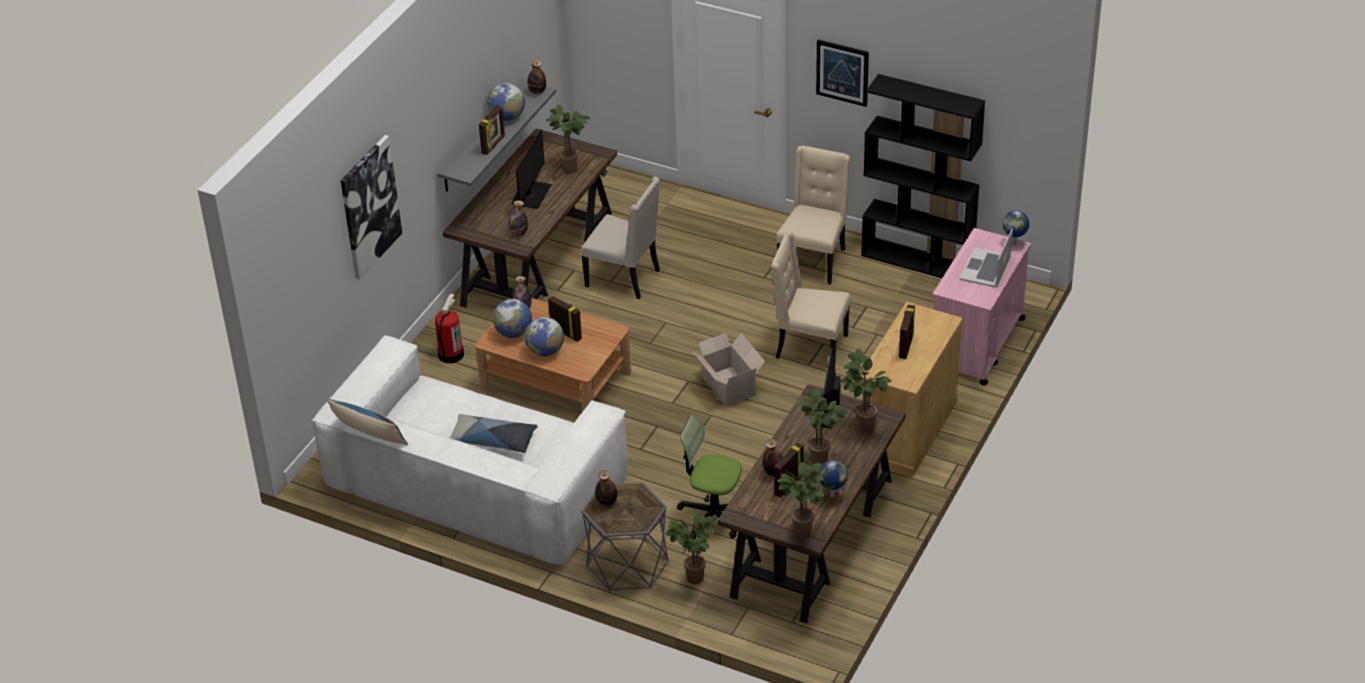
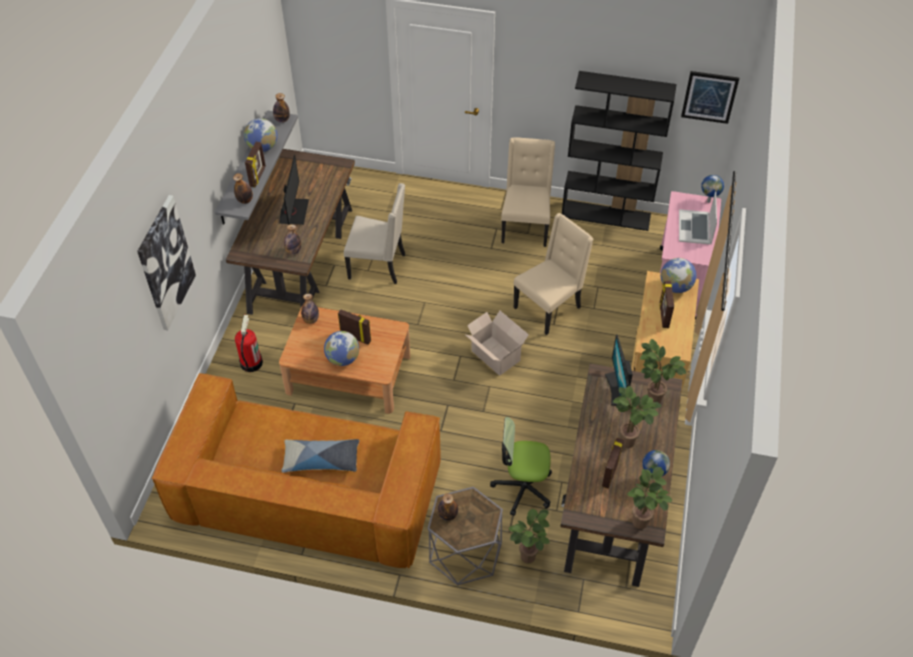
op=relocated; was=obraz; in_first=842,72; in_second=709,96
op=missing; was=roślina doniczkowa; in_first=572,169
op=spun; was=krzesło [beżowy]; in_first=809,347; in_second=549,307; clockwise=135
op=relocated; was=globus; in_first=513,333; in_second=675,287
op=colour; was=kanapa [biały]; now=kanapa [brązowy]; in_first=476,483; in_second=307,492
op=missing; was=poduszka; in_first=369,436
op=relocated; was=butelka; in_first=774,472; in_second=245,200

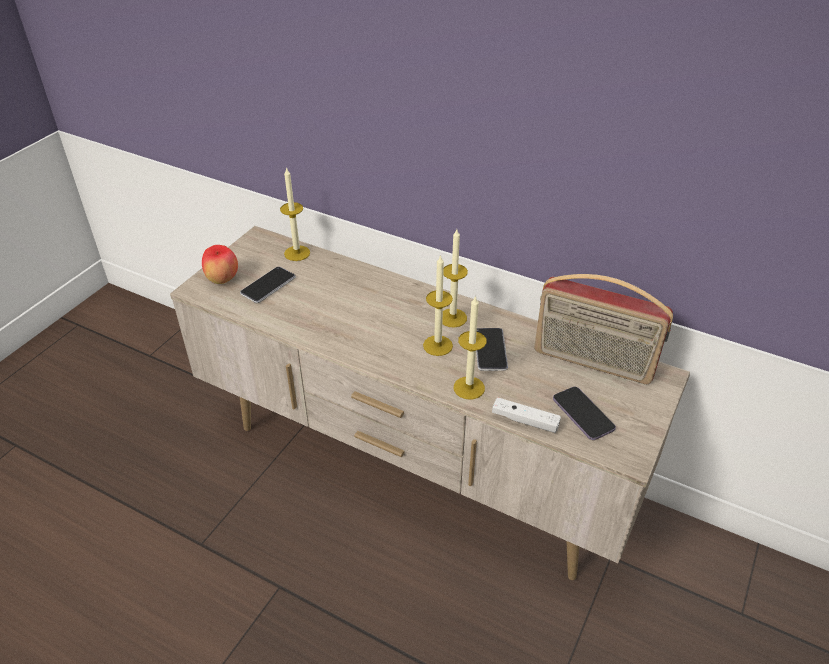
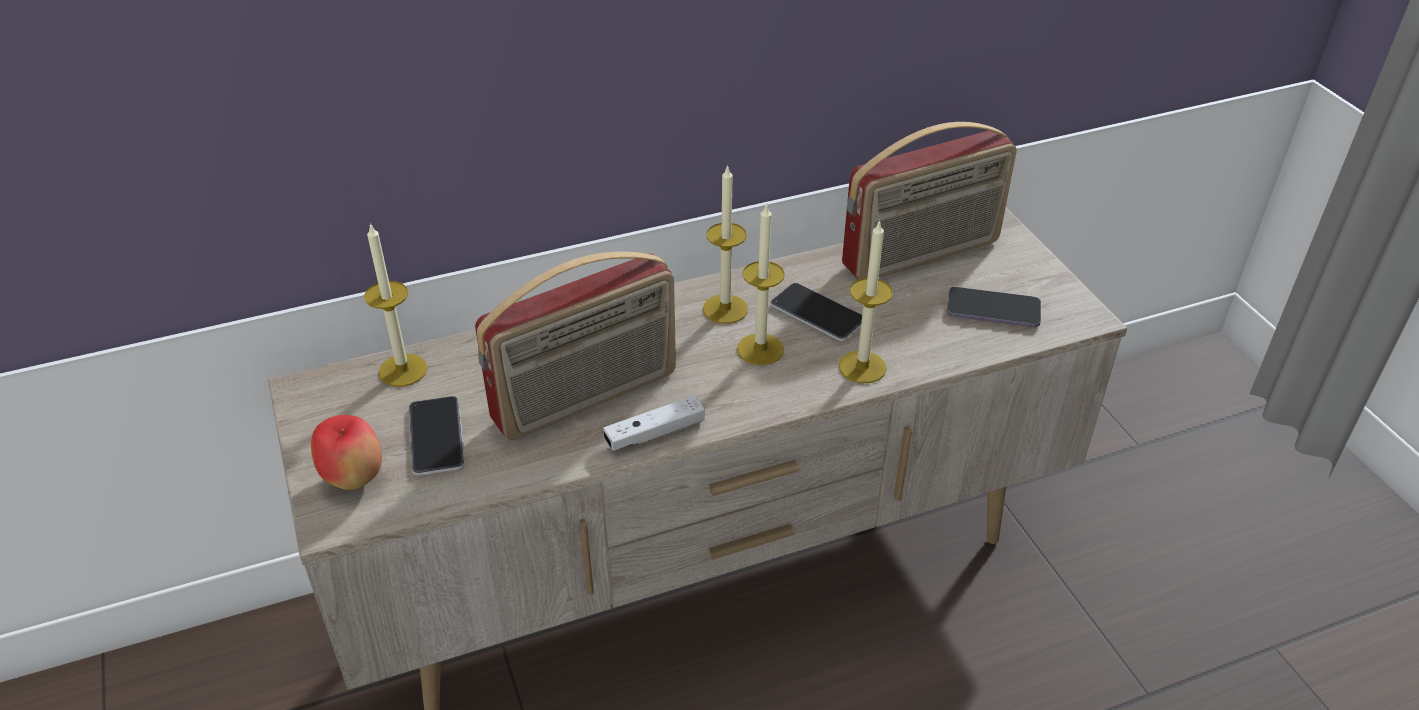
op=relocated; was=pad do gier [biały]; in_first=525,420; in_second=655,433
op=appeared; now=radio; in_second=587,398

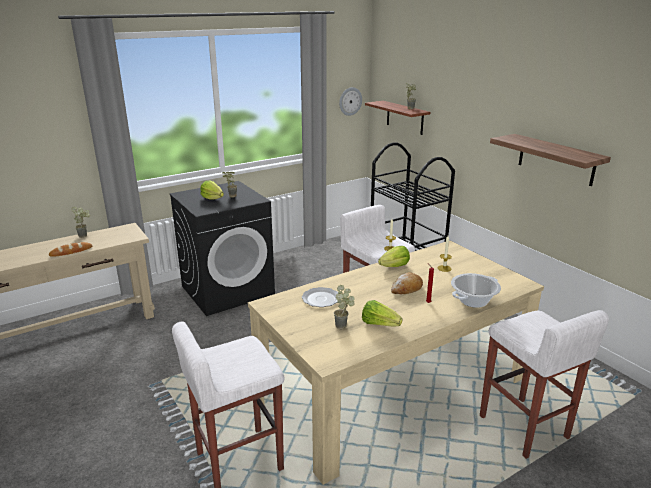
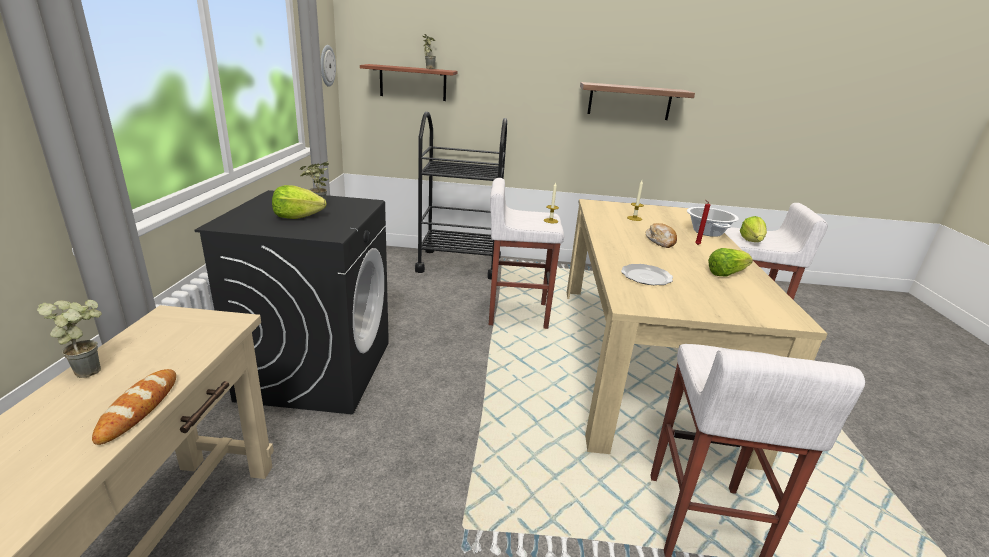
op=relocated; was=sałata; in_first=394,266; in_second=751,241
op=missing; was=roślina doniczkowa; in_first=344,326

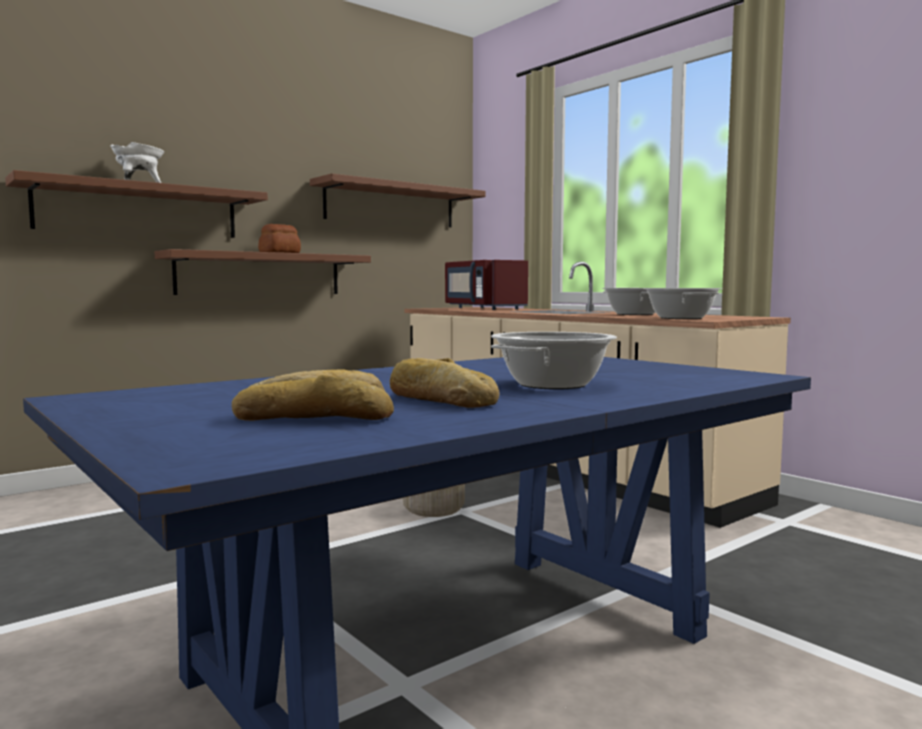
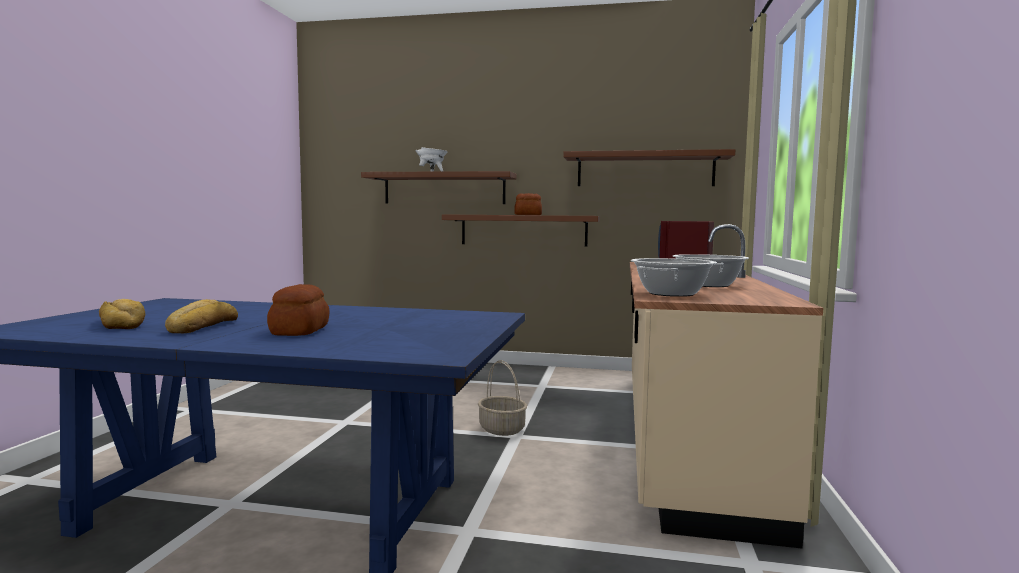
op=exchanged; was=garnek; now=chleb; in_first=552,385; in_second=298,331

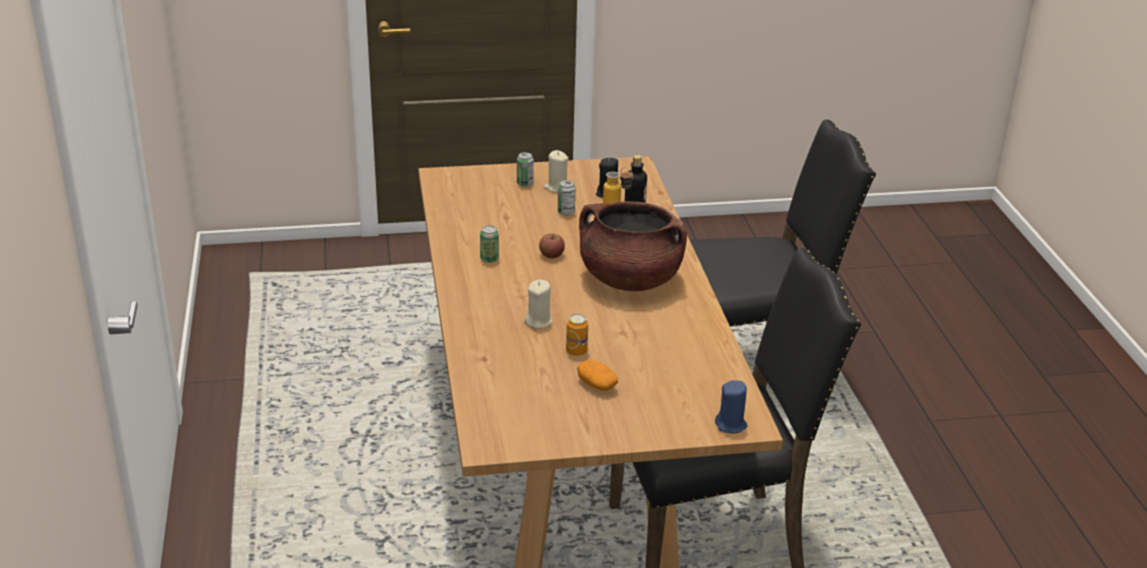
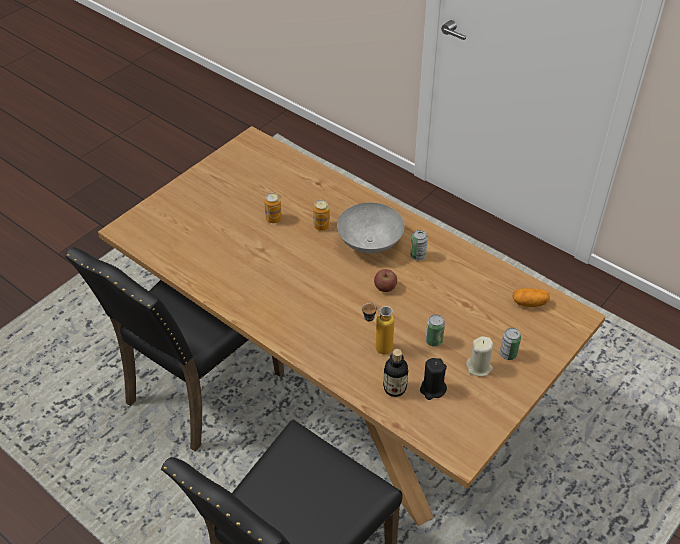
op=missing; was=garnek [brązowy]; in_first=629,280
op=exchanged; was=świeca [beżowy]; now=puszka; in_first=538,321; in_second=321,226
op=relocated; was=ziemniak; in_first=596,385; in_second=529,303
op=missing; was=świeca [niebieski]; in_first=731,425
op=appeared; now=miska [szary]; in_second=371,243

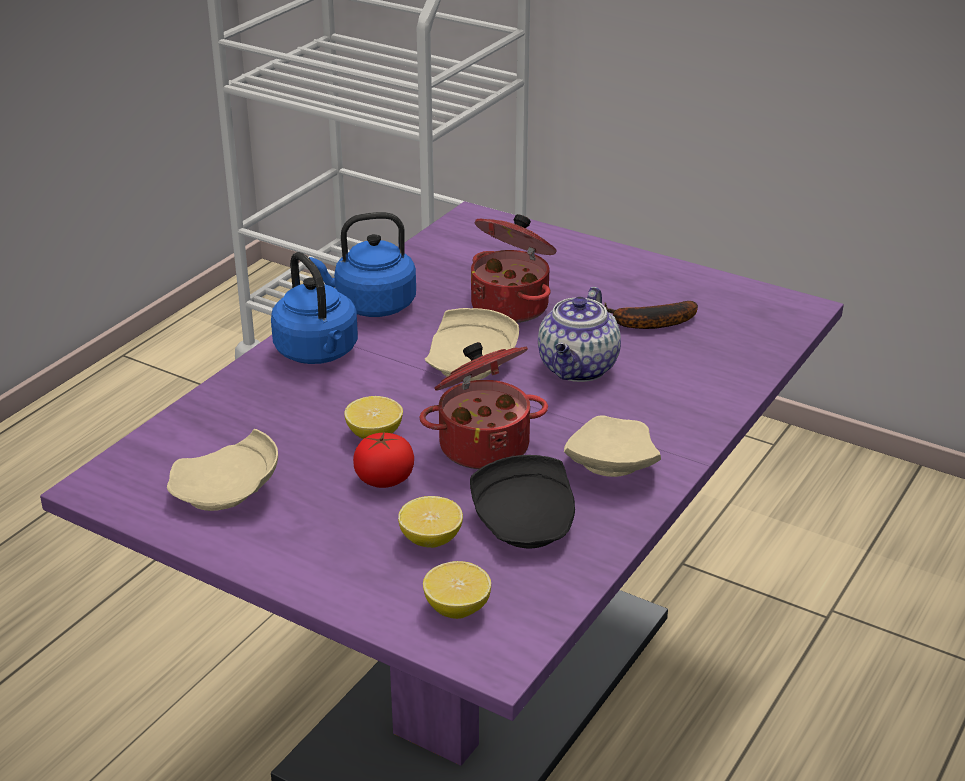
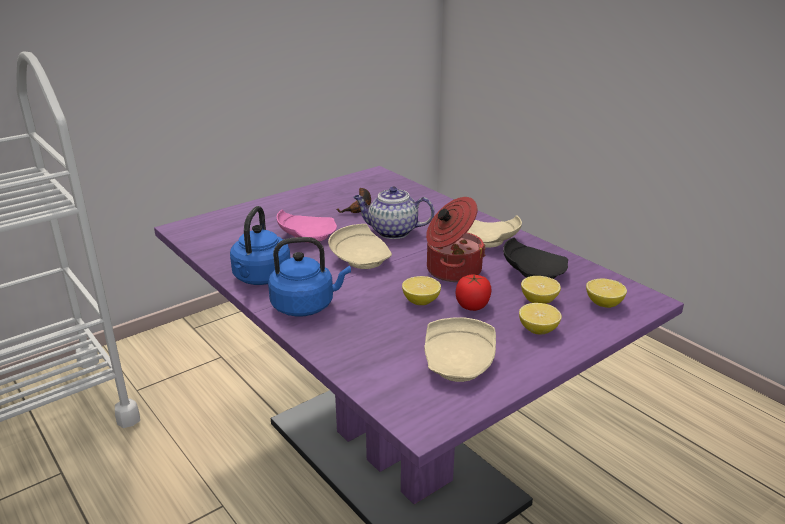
op=exchanged; was=garnek; now=talerz [różowy]; in_first=512,306; in_second=306,236
op=spun; was=imbryk; in_first=578,369; in_second=392,232; clockwise=150
op=appeared; now=cytryna; in_second=538,330

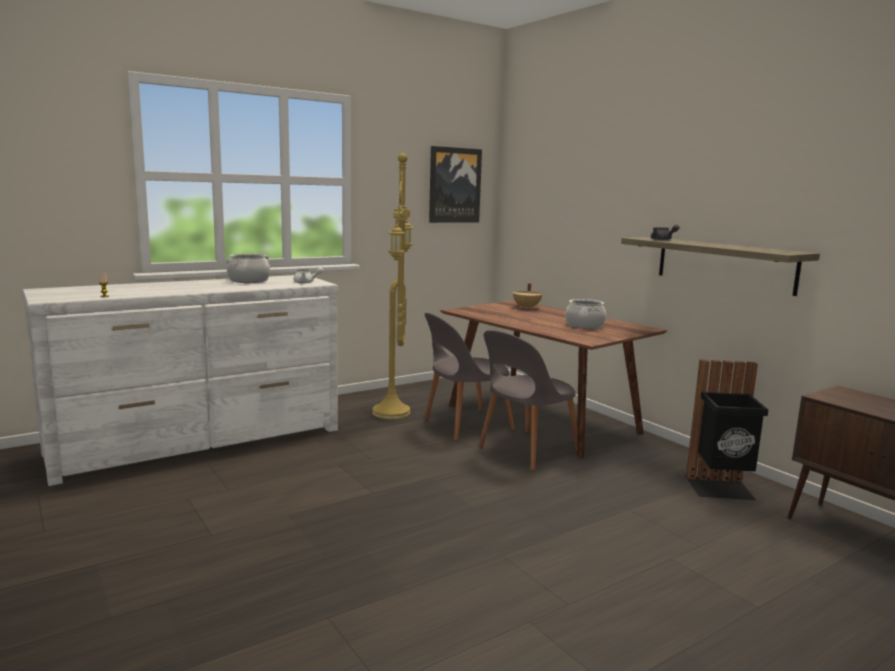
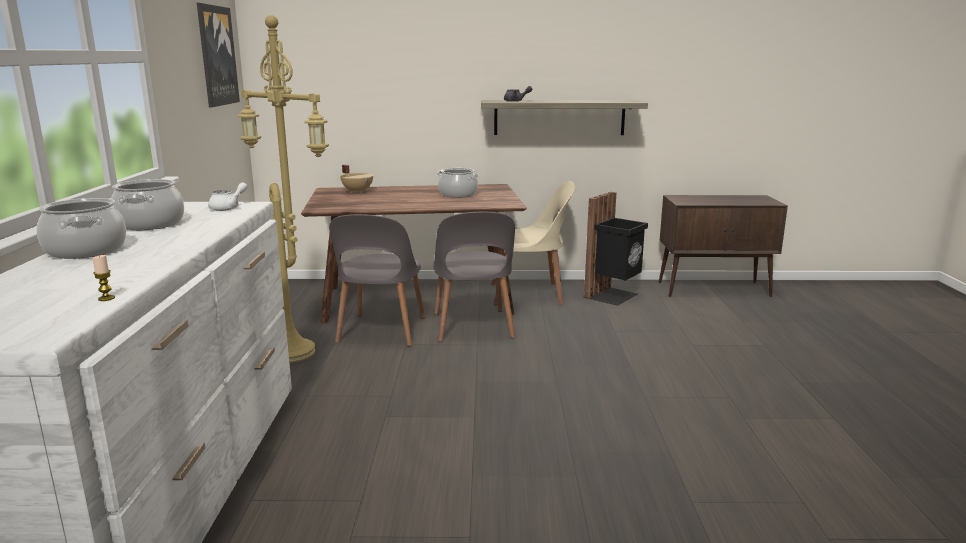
op=appeared; now=krzesło [beżowy]; in_second=530,294
op=appeared; now=garnek; in_second=86,250

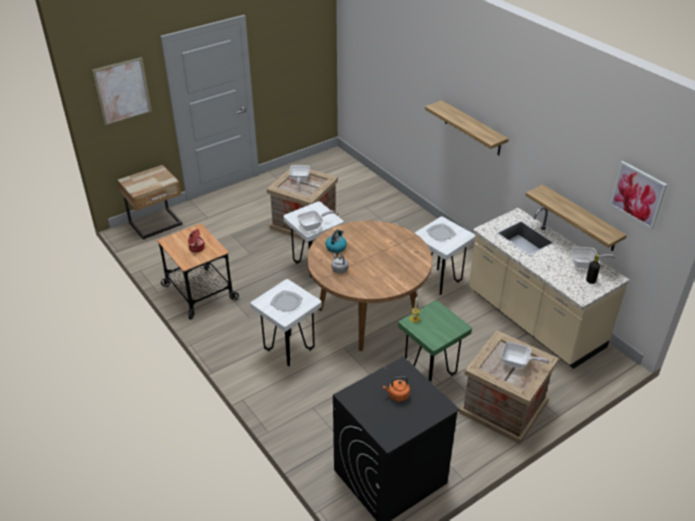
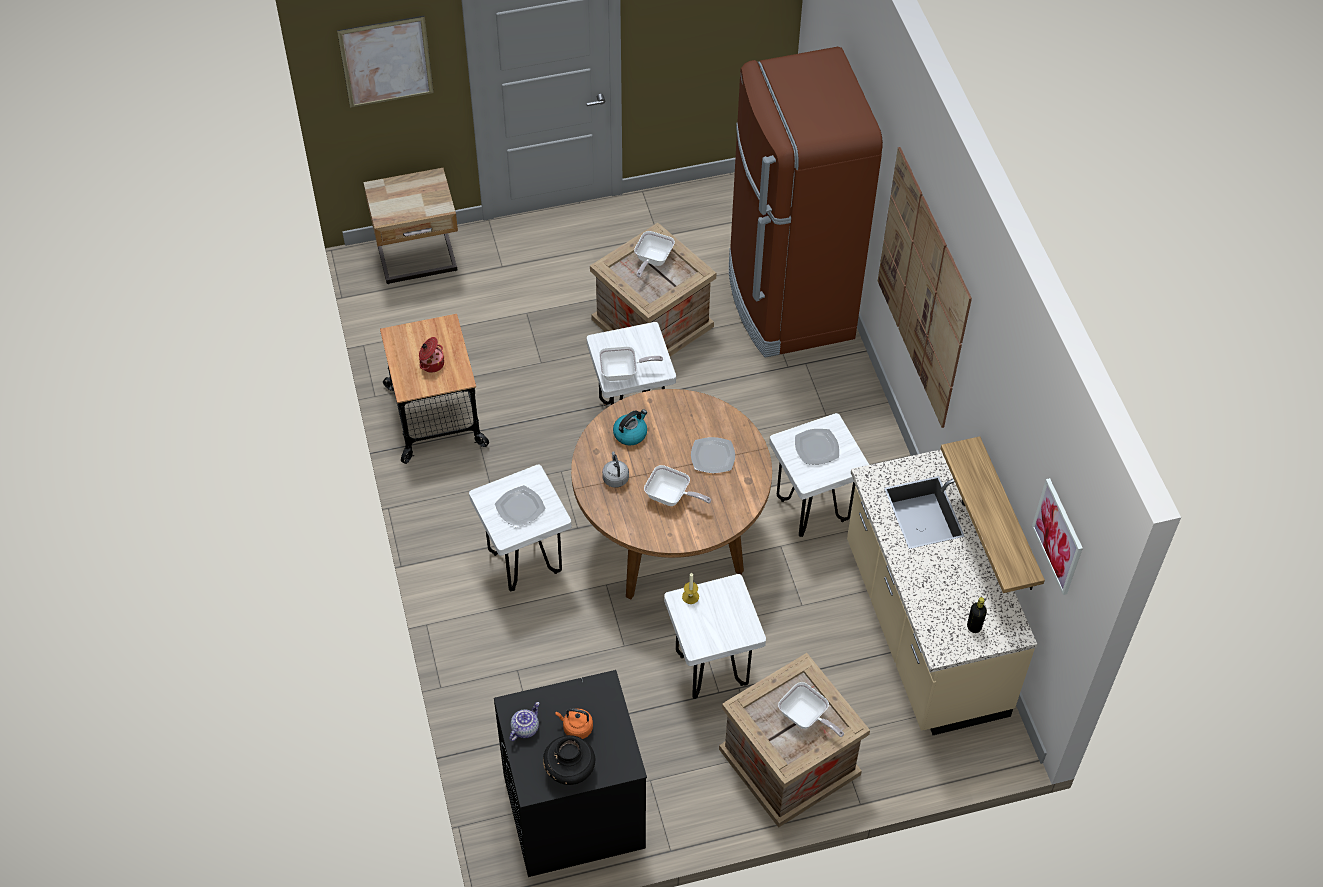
op=exchanged; was=półka; now=obraz; in_first=472,128; in_second=923,288
op=relocated; was=patelnia; in_first=585,264; in_second=671,497
op=colour; was=stołek [zielony]; now=stołek [biały]; in_first=430,373; in_second=711,670
op=appeared; now=lodówka [brązowy]; in_second=788,302
op=appeared; now=talerz; in_second=712,456
op=appeared; now=imbryk; in_second=524,728
op=appeared; now=wazon [czarny]; in_second=570,769

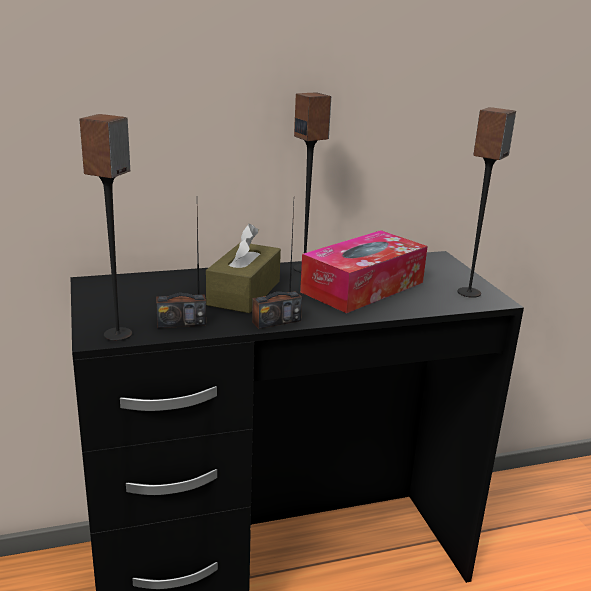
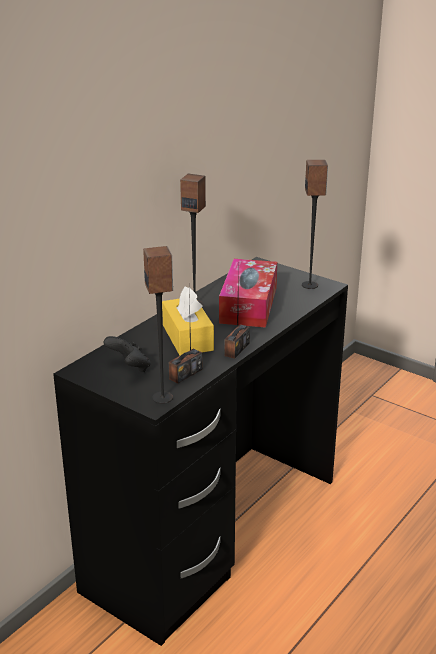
op=colour; was=pudełko chusteczek [brązowy]; now=pudełko chusteczek [żółty]; in_first=244,293; in_second=187,338
op=appeared; now=pad do gier [czarny]; in_second=130,368

